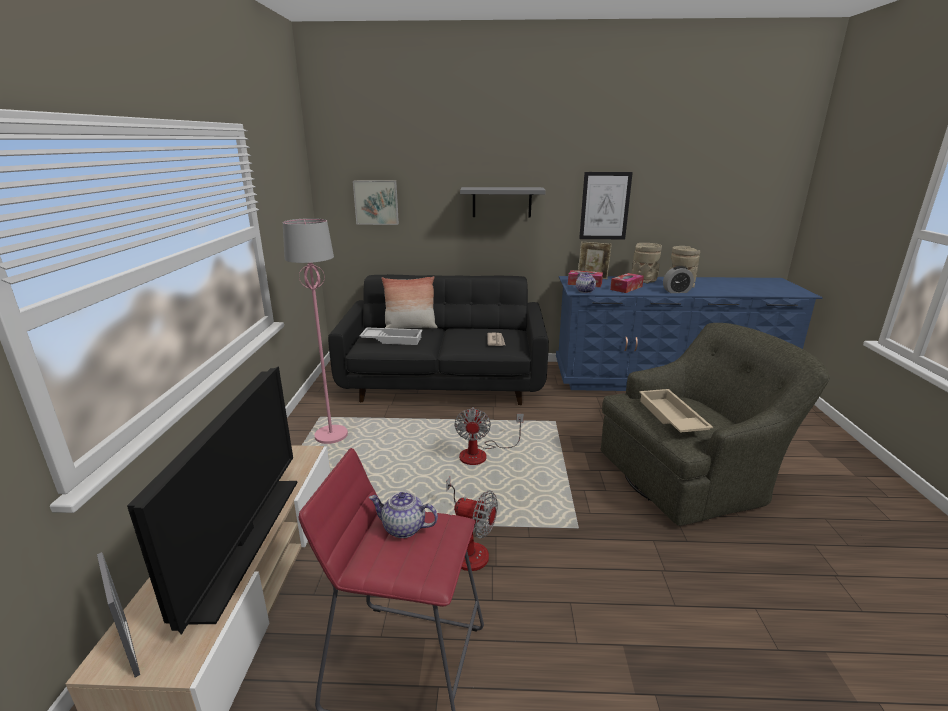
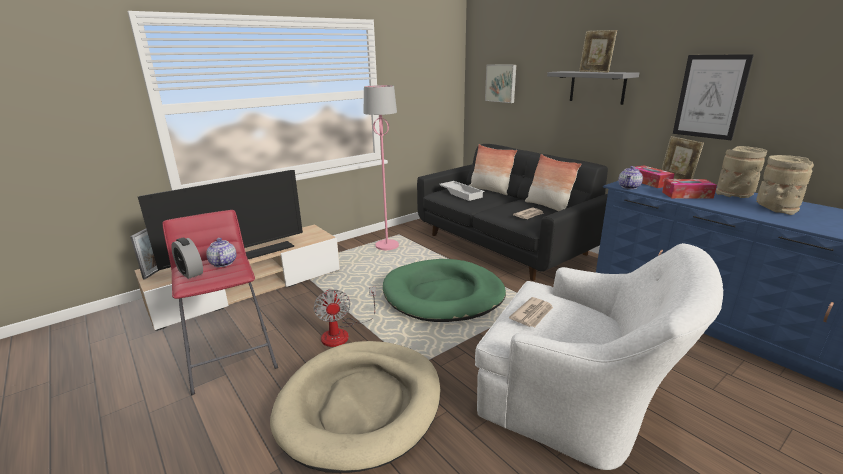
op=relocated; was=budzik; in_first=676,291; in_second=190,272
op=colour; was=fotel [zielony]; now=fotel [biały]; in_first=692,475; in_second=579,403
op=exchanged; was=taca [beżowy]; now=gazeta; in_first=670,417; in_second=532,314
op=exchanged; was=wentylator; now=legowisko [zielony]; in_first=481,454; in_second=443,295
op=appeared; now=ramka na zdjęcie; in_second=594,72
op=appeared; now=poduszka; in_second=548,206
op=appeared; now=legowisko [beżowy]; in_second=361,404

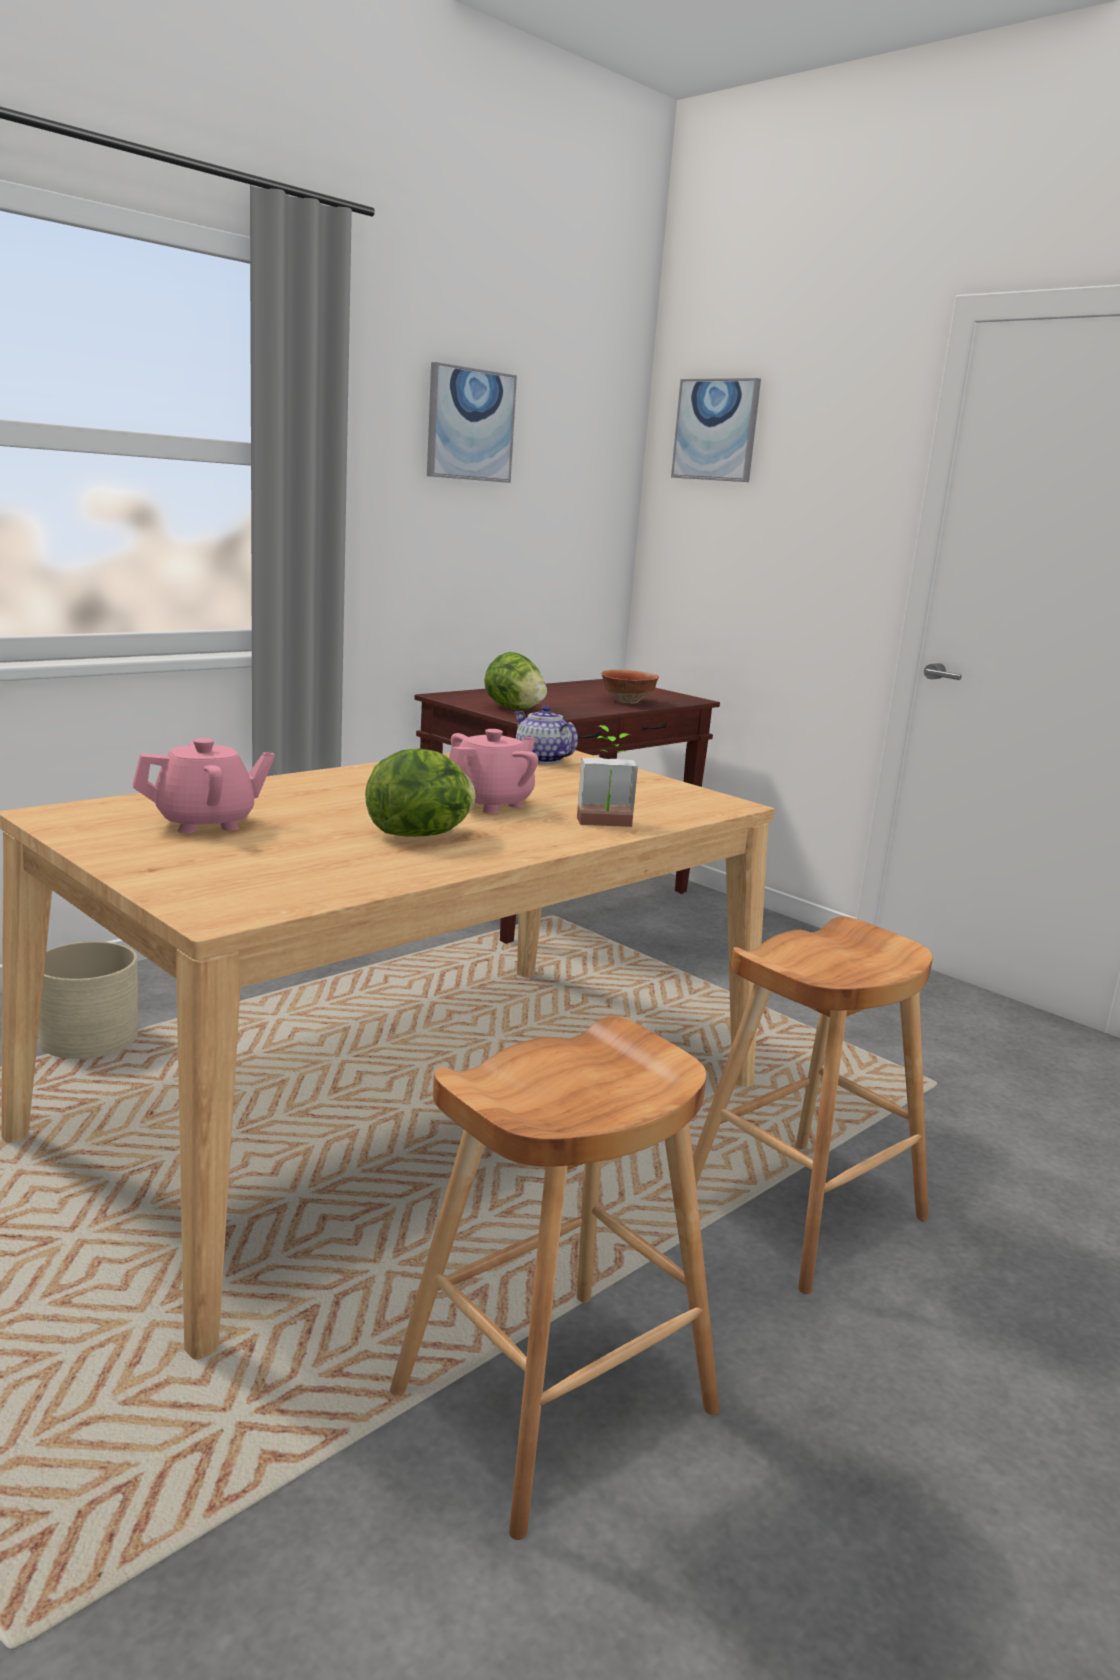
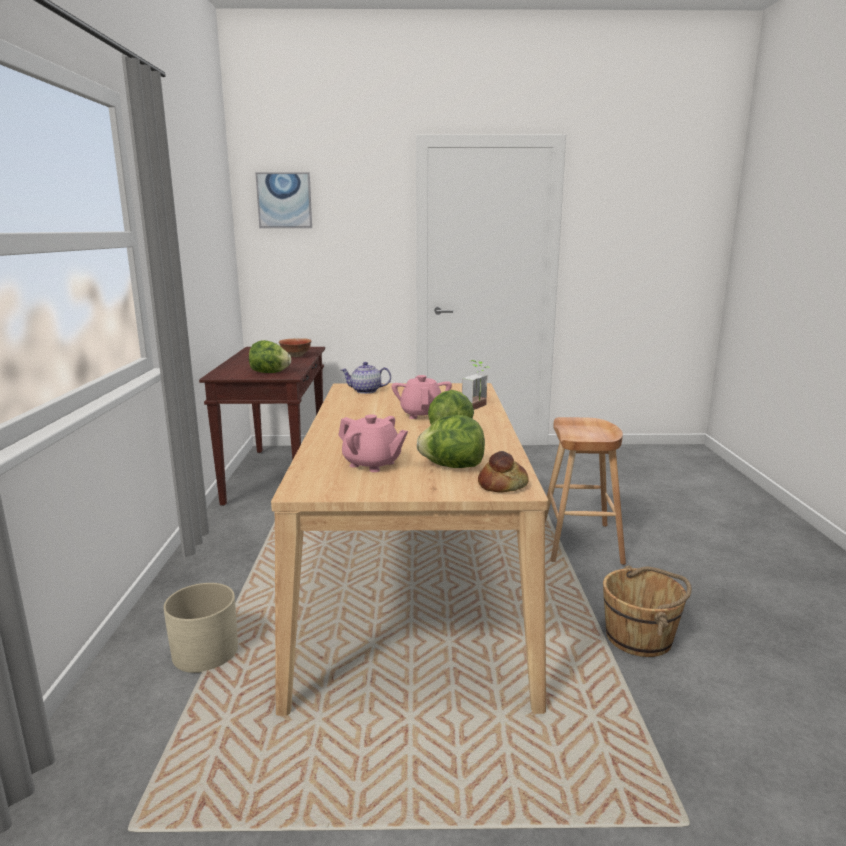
op=missing; was=obraz; in_first=470,424
op=spun; was=imbryk [różowy]; in_first=206,823; in_second=372,464; clockwise=105
op=exchanged; was=stołek [brązowy]; now=wiadro [brązowy]; in_first=555,1401; in_second=640,637
op=appeared; now=sałata; in_second=452,466
op=appeared; now=chleb; in_second=503,486

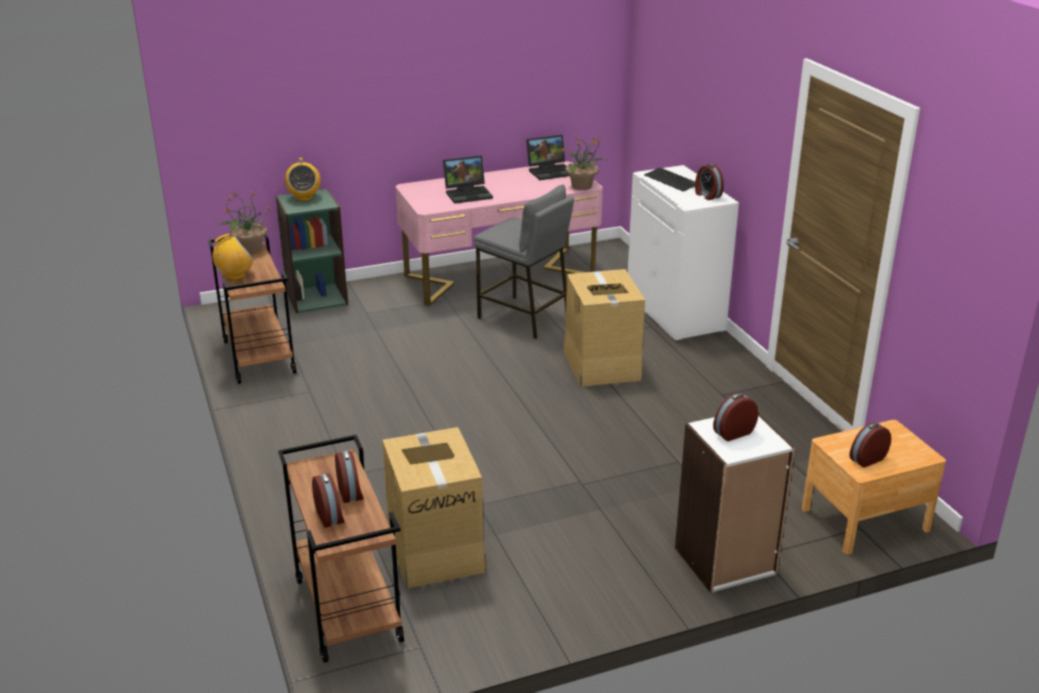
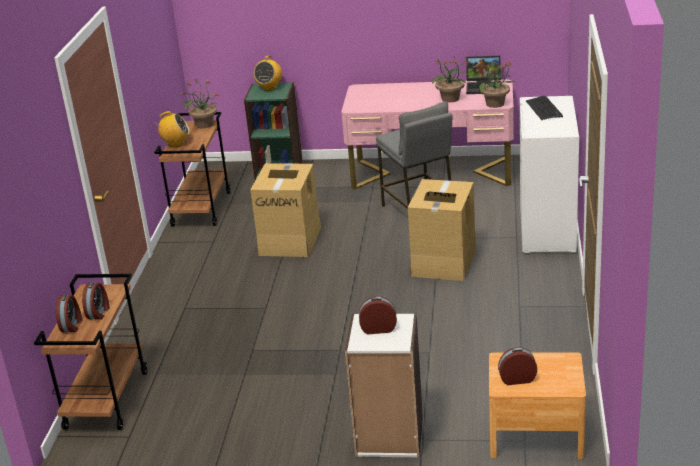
op=missing; was=laptop; in_first=469,193
op=missing; was=budzik; in_first=707,195
op=relocated; was=karton; in_first=436,549; in_second=290,240
op=appeared; now=roślina doniczkowa; in_second=450,99

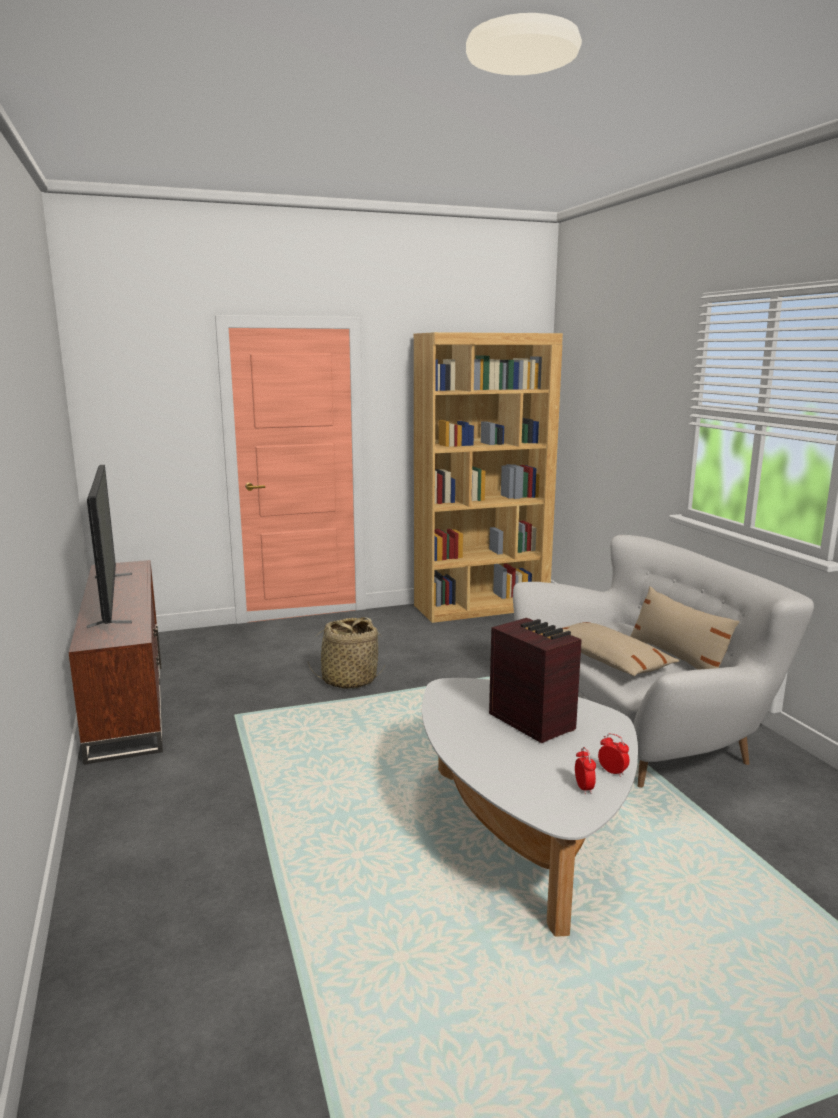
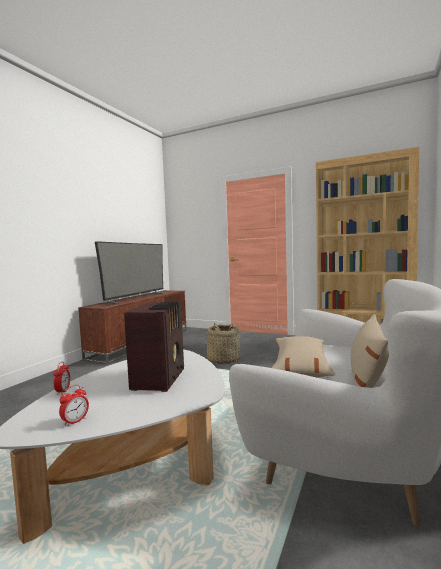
op=relocated; was=budzik; in_first=612,772; in_second=63,391

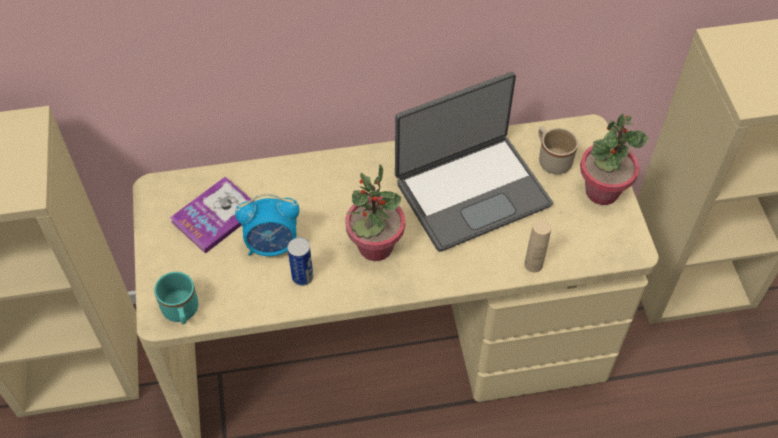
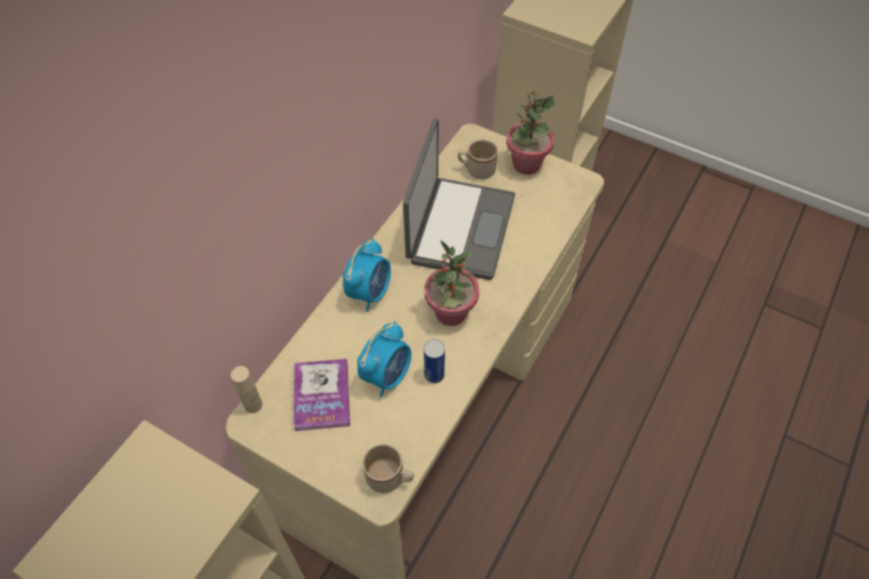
op=relocated; was=butelka [beżowy]; in_first=533,264; in_second=253,405
op=colour; was=kubek [turkusowy]; now=kubek [beżowy]; in_first=182,312; in_second=390,478
op=appeared; now=budzik; in_second=369,292

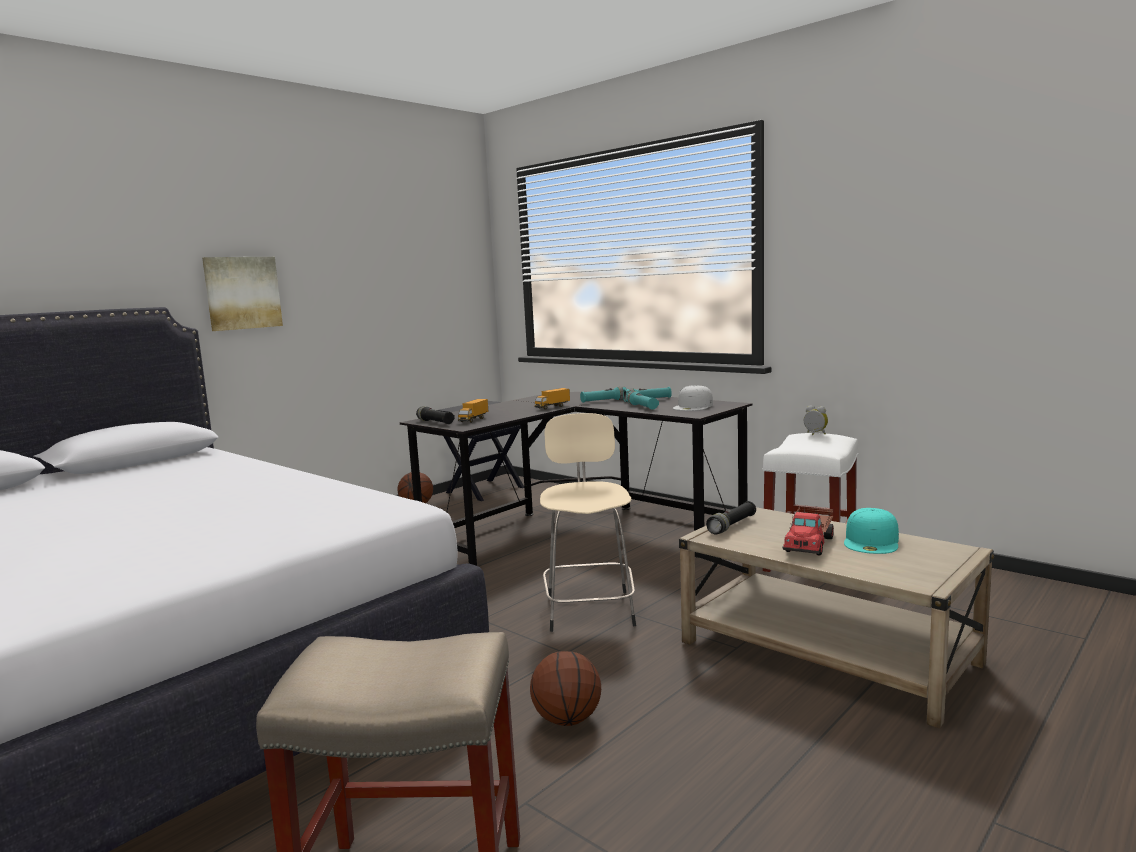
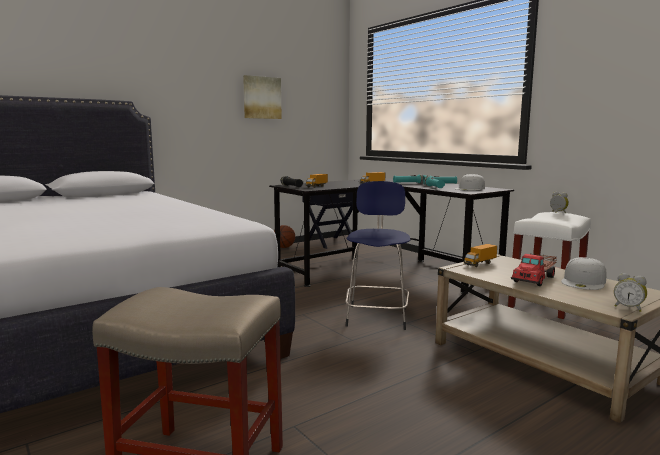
op=relocated; was=obraz; in_first=242,293; in_second=262,97
op=colour; was=stołek [beżowy]; now=stołek [niebieski]; in_first=589,609; in_second=377,316
op=exchanged; was=latarka [czarny]; now=ciężarówka zabawkowa; in_first=732,525; in_second=480,264
op=colour; was=czapka z daszkiem [turkusowy]; now=czapka z daszkiem [biały]; in_first=872,541; in_second=584,281
op=missing; was=piłka do koszykówki; in_first=567,720
op=appeared; now=budzik; in_second=628,308

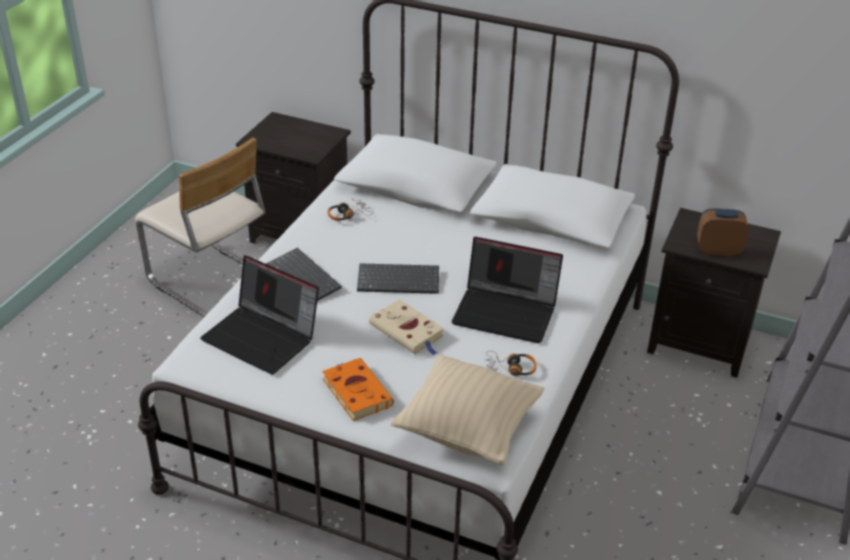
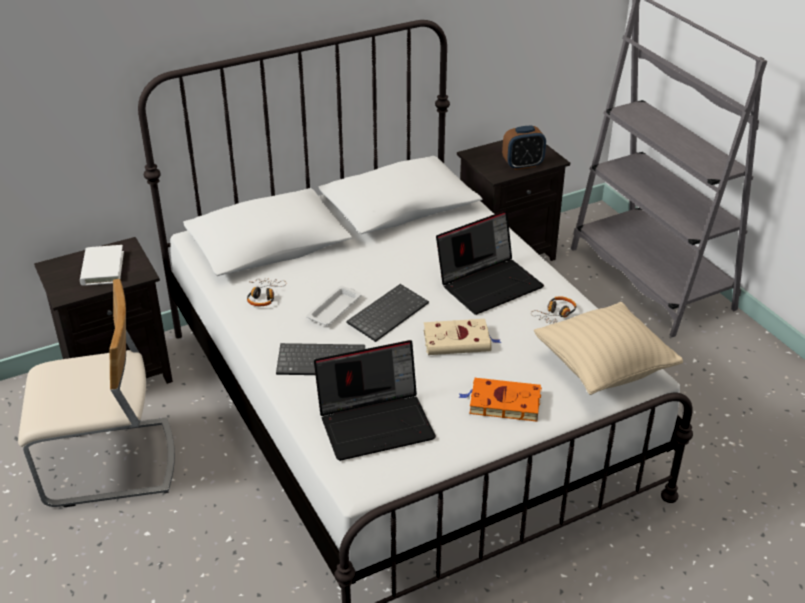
op=spun; was=budzik; in_first=718,250; in_second=522,165; clockwise=-150
op=appeared; now=książka [biały]; in_second=102,268
op=appeared; now=taca [biały]; in_second=335,309

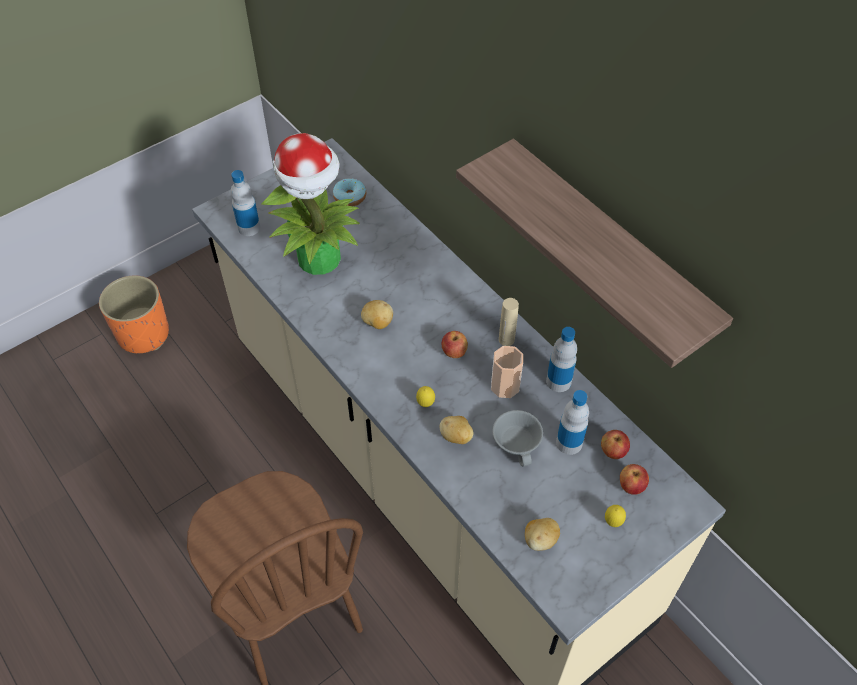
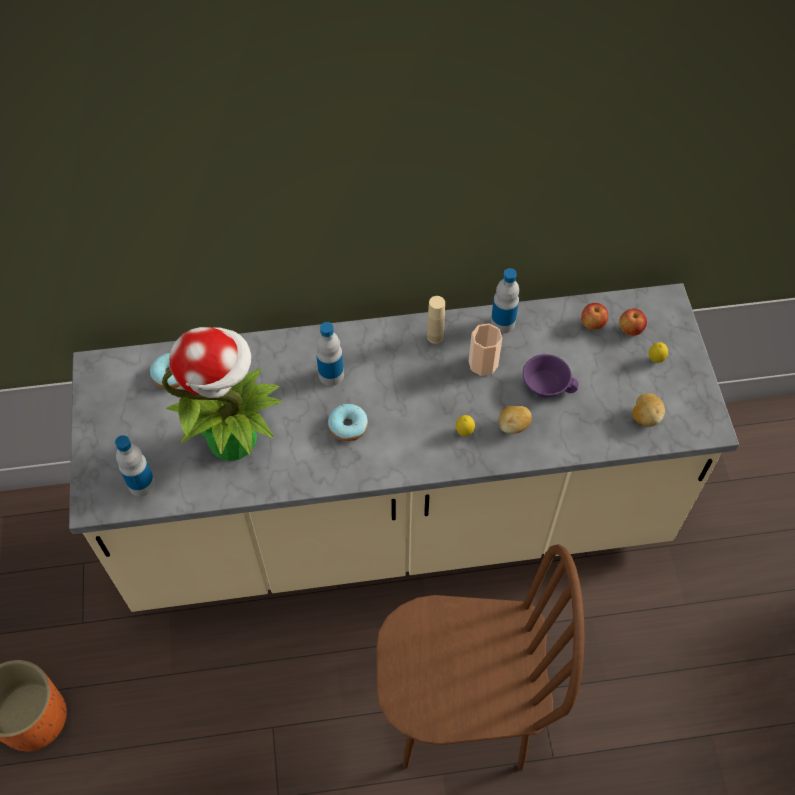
op=missing; was=półka; in_first=608,252
op=exchanged; was=ziemniak; now=donut; in_first=377,323; in_second=348,426
op=missing; was=jabłko; in_first=454,352
op=relocated; was=butelka; in_first=569,443; in_second=331,375
op=colour; was=filiżanka [szary]; now=filiżanka [fioletowy]; in_first=518,443; in_second=546,384

